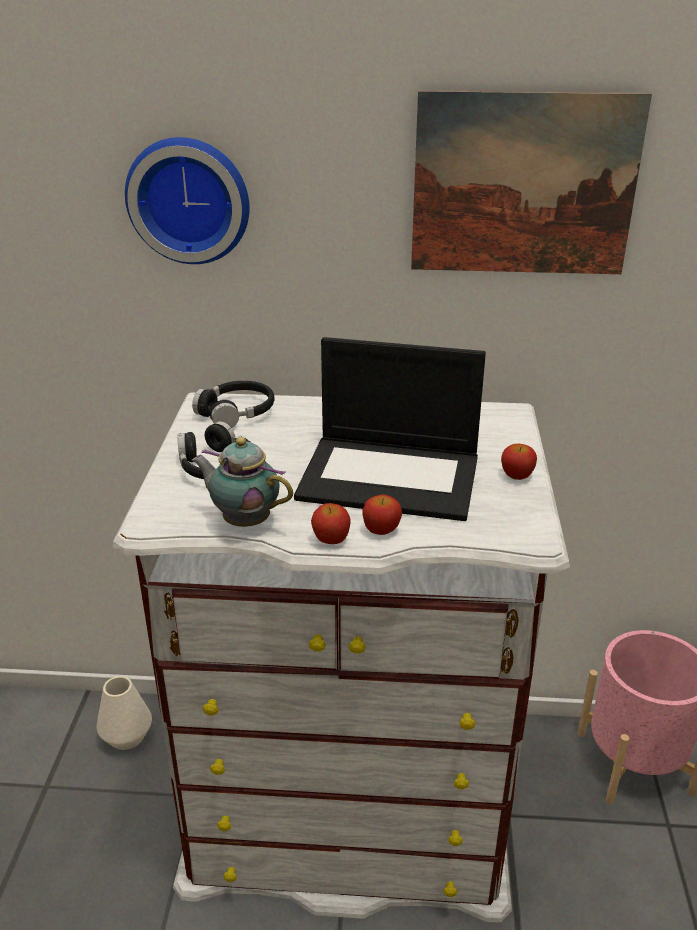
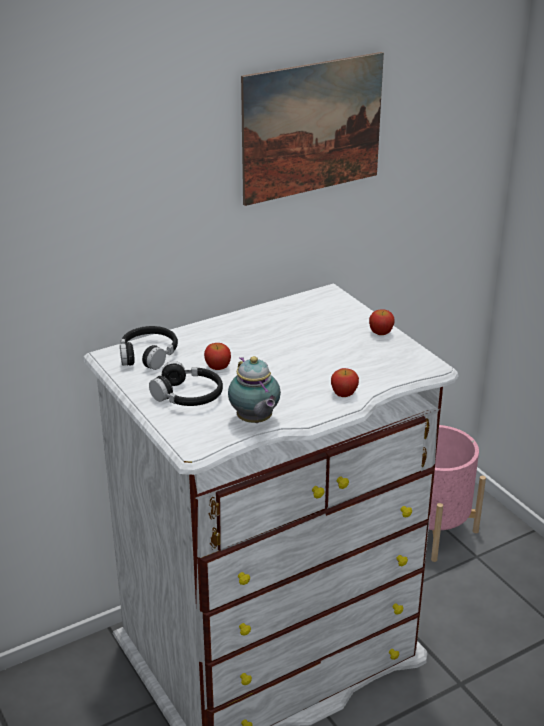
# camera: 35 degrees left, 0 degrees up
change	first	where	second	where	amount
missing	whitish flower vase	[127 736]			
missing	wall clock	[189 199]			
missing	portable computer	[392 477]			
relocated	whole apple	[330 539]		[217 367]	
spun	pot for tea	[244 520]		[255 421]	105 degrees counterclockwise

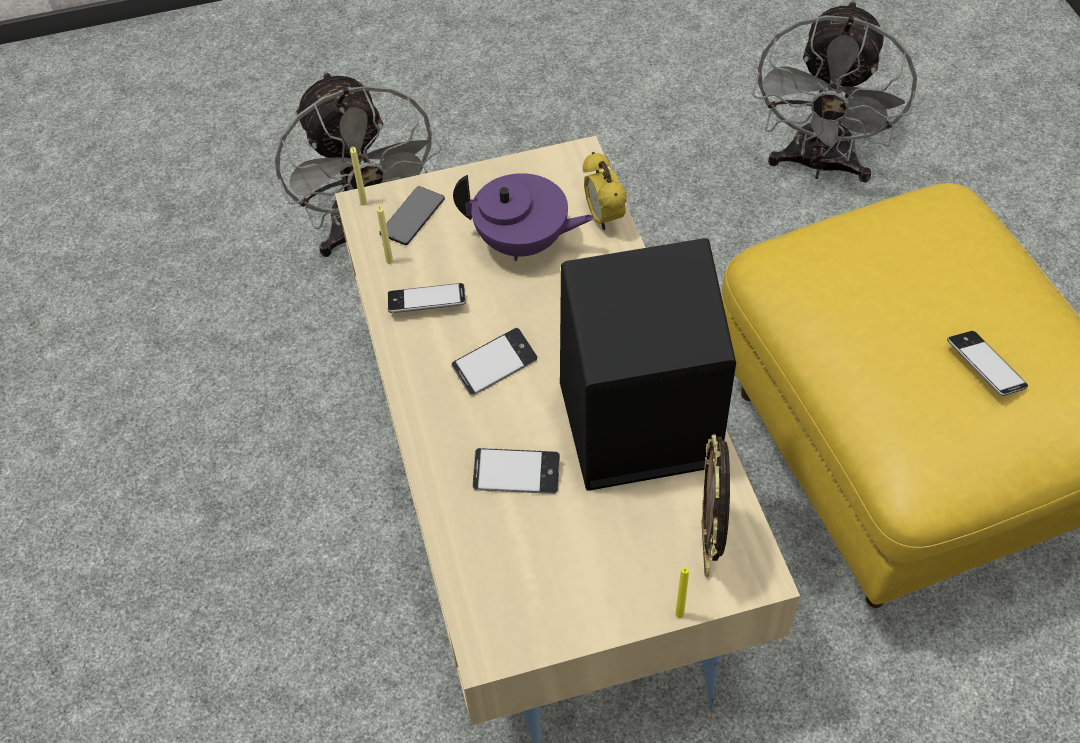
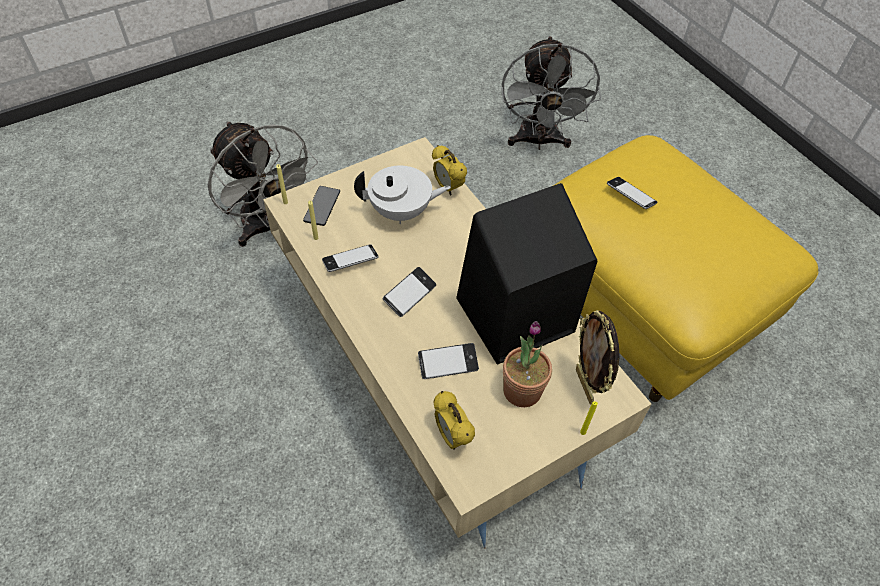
# camera: 20 degrees left, 0 degrees up
change	first	where	second	where	amount
appeared			alarm clock	[452 437]	
appeared			houseplant	[522 390]	
relocated	phone	[985 367]		[630 196]	
colour	purple pot for tea	[523 243]	whitish pot for tea	[401 212]	

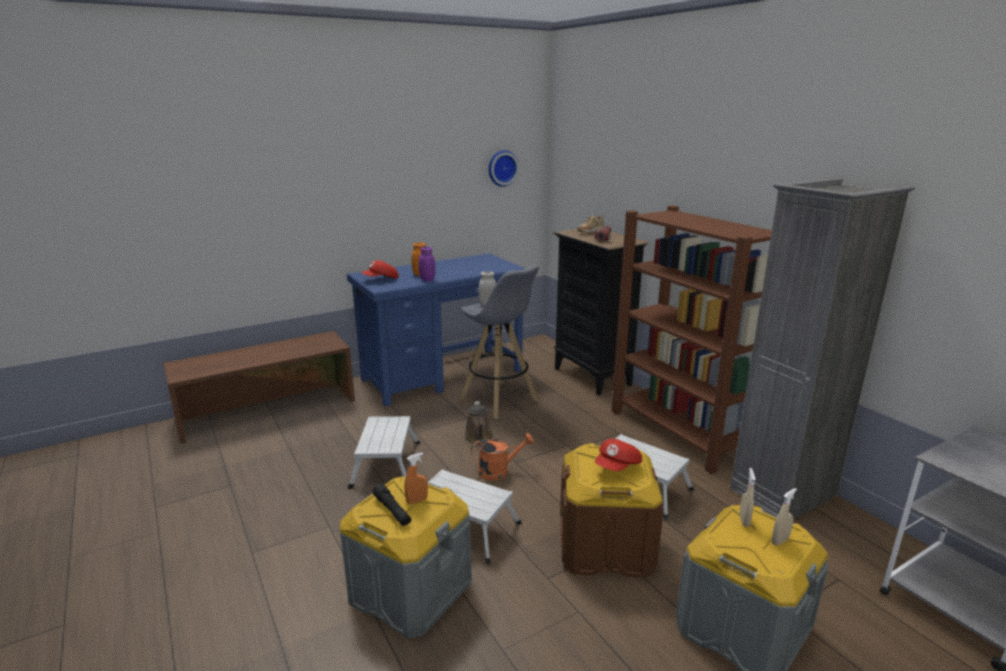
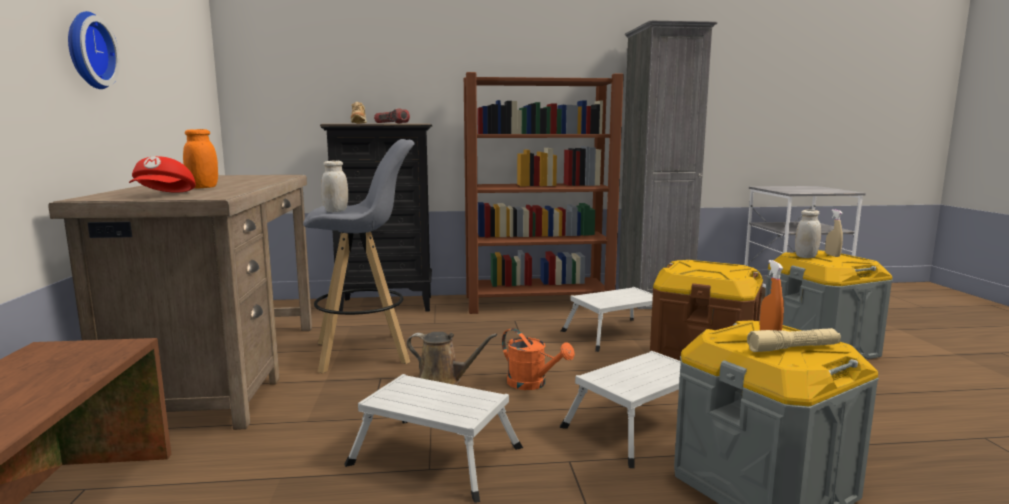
# camera: 65 degrees left, 10 degrees down
change	first	where	second	where	amount
missing	purple jar	[427 280]			
missing	red baseball cap	[617 467]			
relocated	wall clock	[502 168]		[87 50]	
exchanged	sand-coloured spray bottle	[744 520]	whitish jar	[806 257]	
colour	bluish desk unit	[442 374]	brown desk unit	[225 370]	
colour	blackish flashlight	[392 510]	sand-coloured flashlight	[793 348]	
spun	orange watering can	[499 471]		[532 384]	120 degrees clockwise

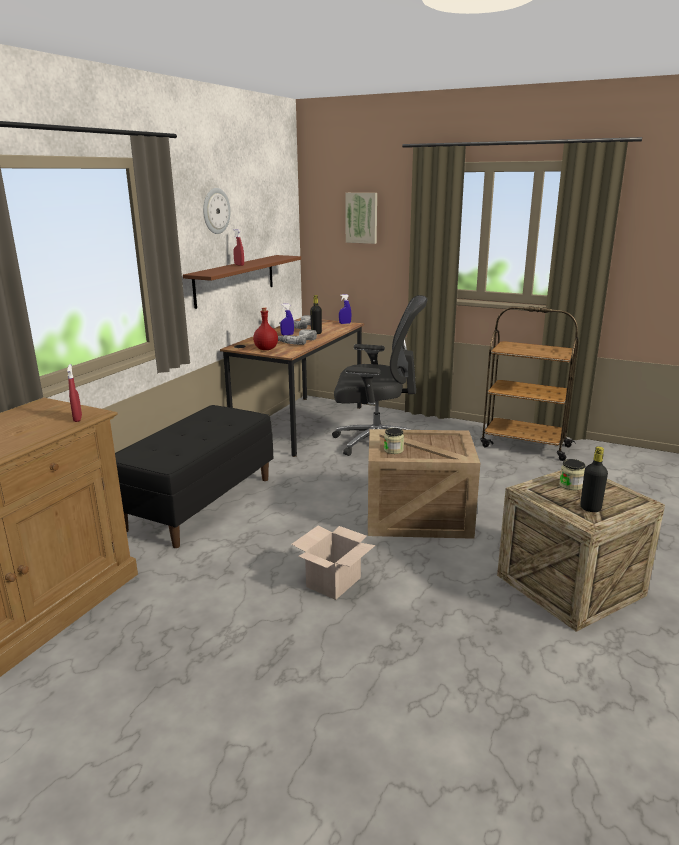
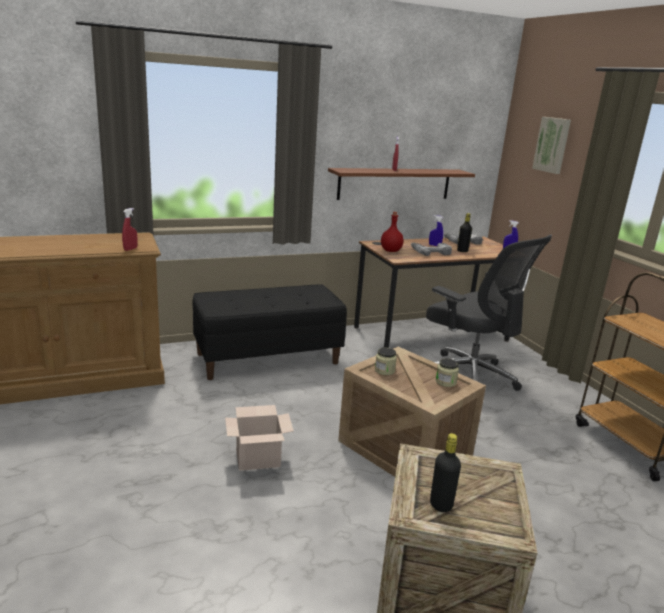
# camera: 40 degrees right, 0 degrees up
change	first	where	second	where	amount
missing	wall clock	[215 211]			
relocated	jar	[571 485]		[445 382]	

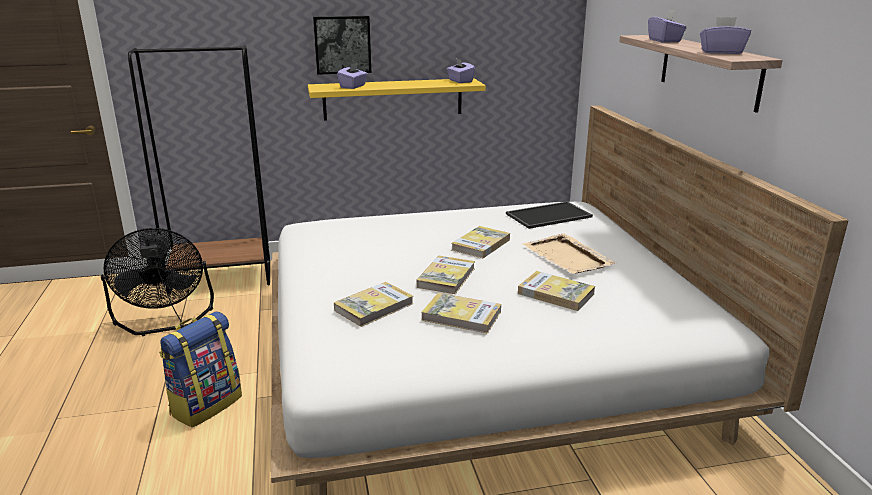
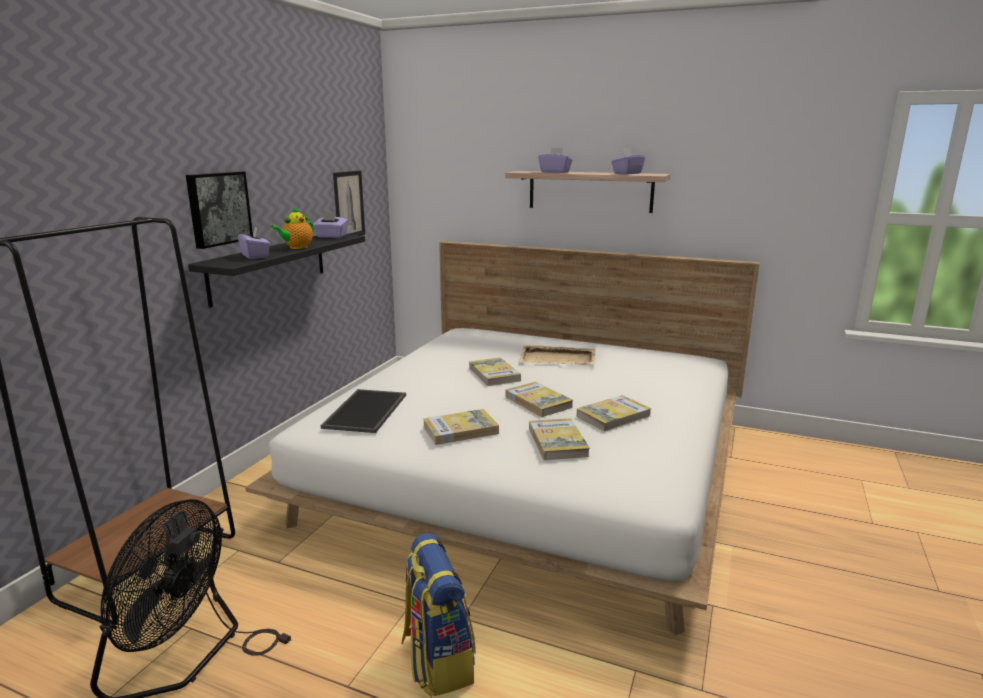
# camera: 55 degrees left, 5 degrees down
change	first	where	second	where	amount
appeared			pot for tea	[297 247]	
appeared			wall picture	[349 205]	
relocated	carrying tray	[548 216]		[367 411]	
relocated	volume	[555 294]		[460 430]	
colour	yellow bracket shelf	[393 99]	blackish bracket shelf	[269 267]	

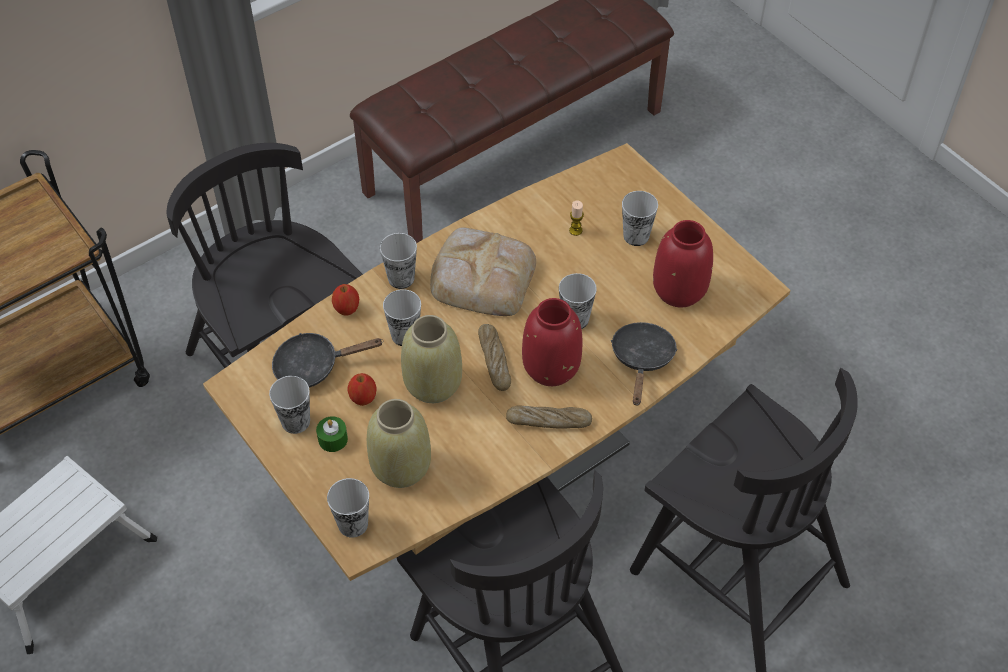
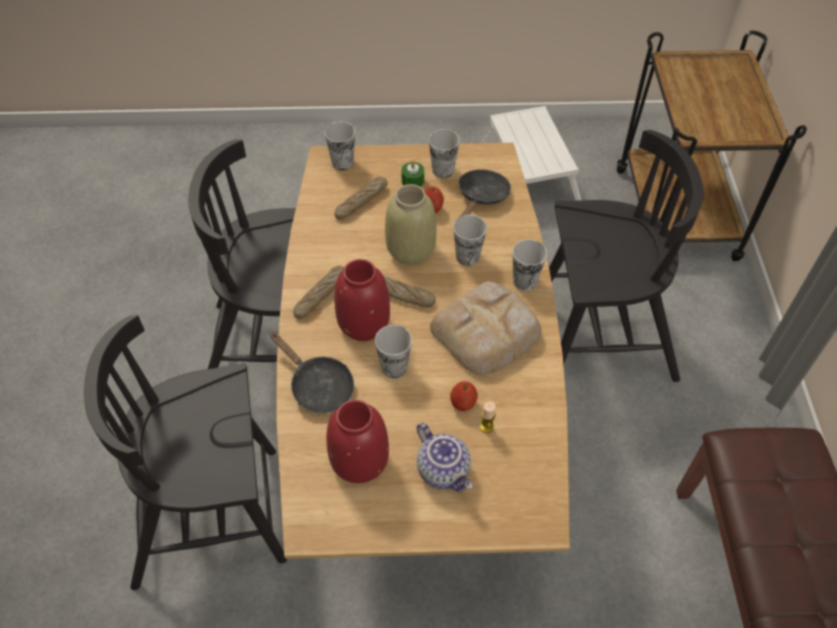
# camera: 125 degrees right, 0 degrees up
change	first	where	second	where	amount
relocated	whole apple	[347 309]		[463 404]	
exchanged	sand-coloured flower vase	[400 466]	bread	[361 202]	
exchanged	small cup	[636 236]	pot for tea	[444 470]	

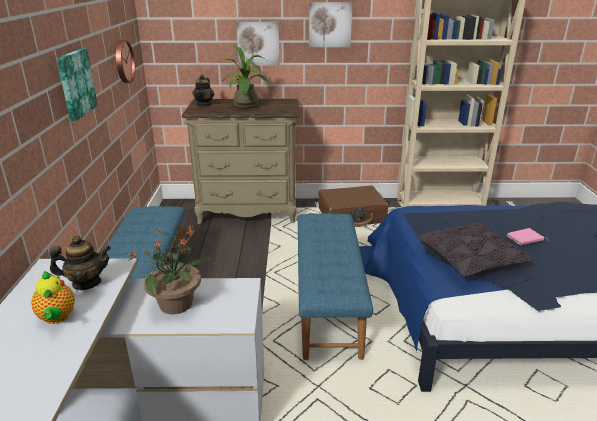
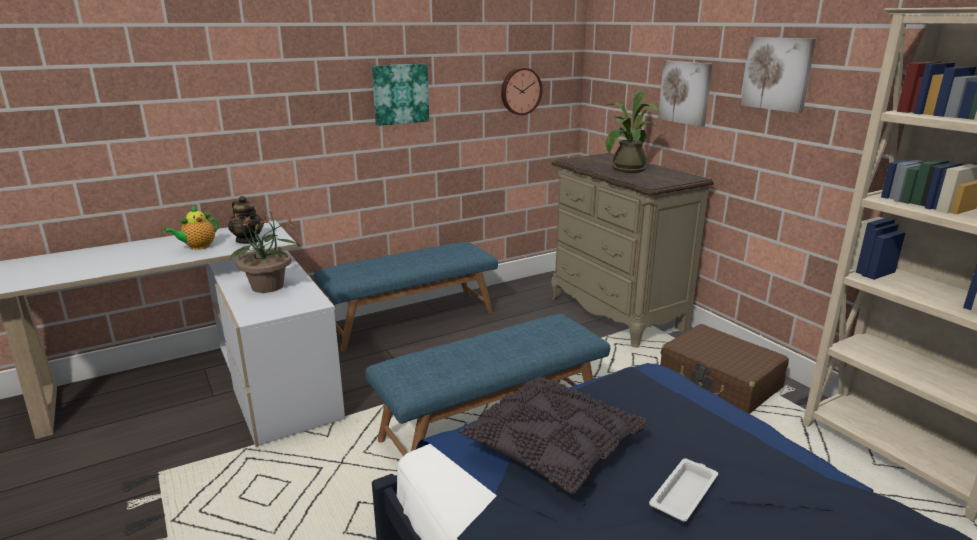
# camera: 60 degrees right, 5 degrees down
change	first	where	second	where	amount
missing	pot for tea	[204 104]			
exchanged	pink volume	[525 239]	whitish carrying tray	[684 493]	

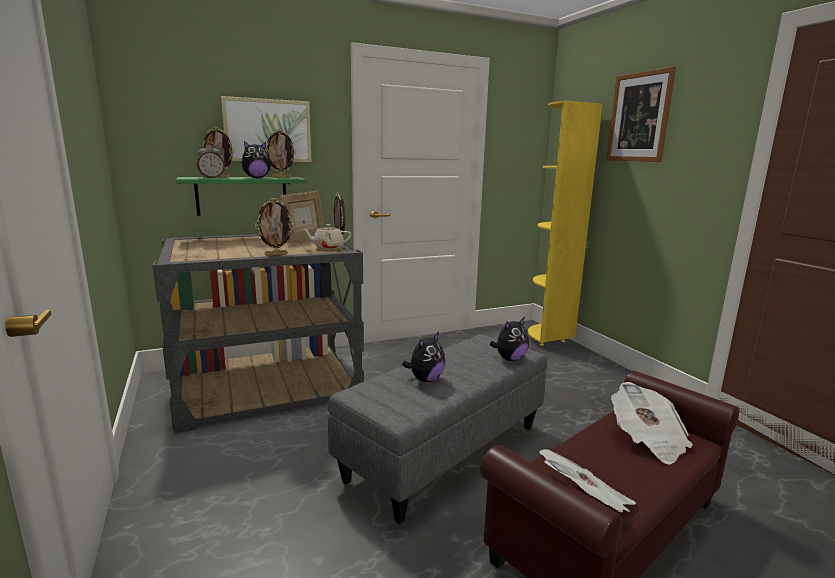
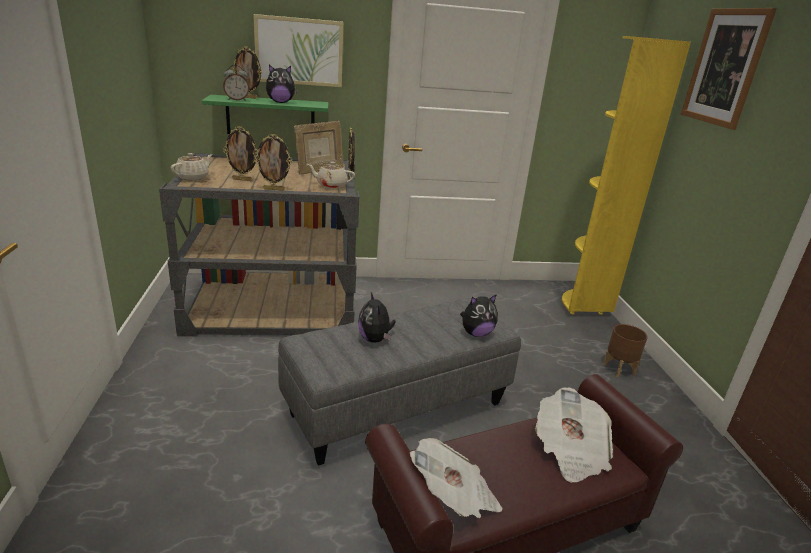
# camera: 15 degrees right, 10 degrees up
change	first	where	second	where	amount
appeared			sand-coloured pot for tea	[193 177]	
appeared			brown planter	[618 369]	
relocated	standing frame	[281 177]		[242 180]	
spun	plush toy	[425 379]		[375 339]	105 degrees clockwise

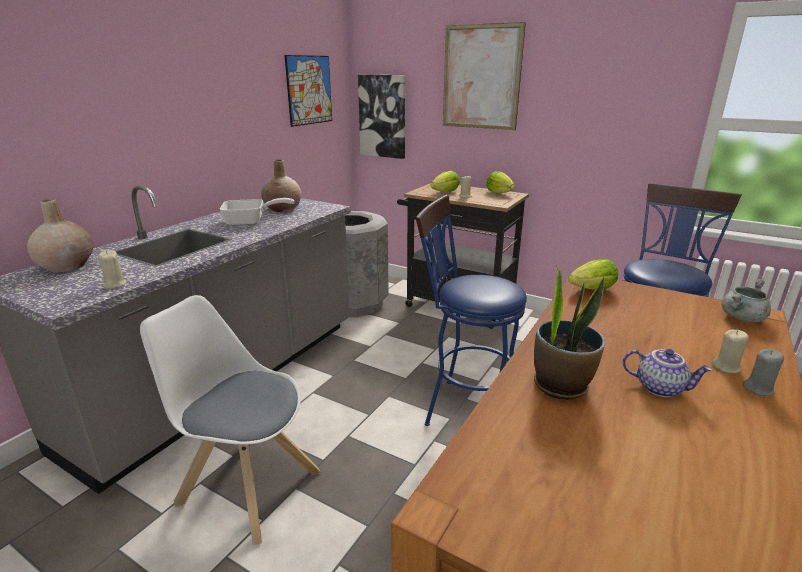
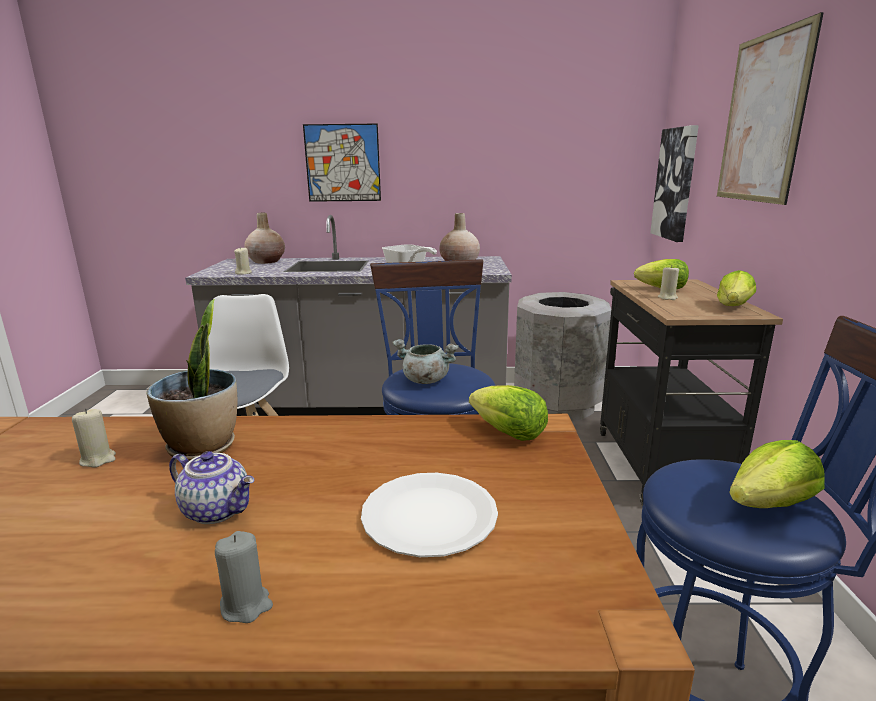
# camera: 60 degrees right, 5 degrees down
change	first	where	second	where	amount
appeared			whitish flat dish	[429 516]	
appeared			lettuce	[770 505]	
relocated	wall picture	[309 90]		[342 163]	
relocated	sand-coloured candle	[726 367]		[98 459]	
relocated	grey saucepot	[742 318]		[424 380]	
spun	pot for tea	[660 387]		[218 510]	60 degrees counterclockwise

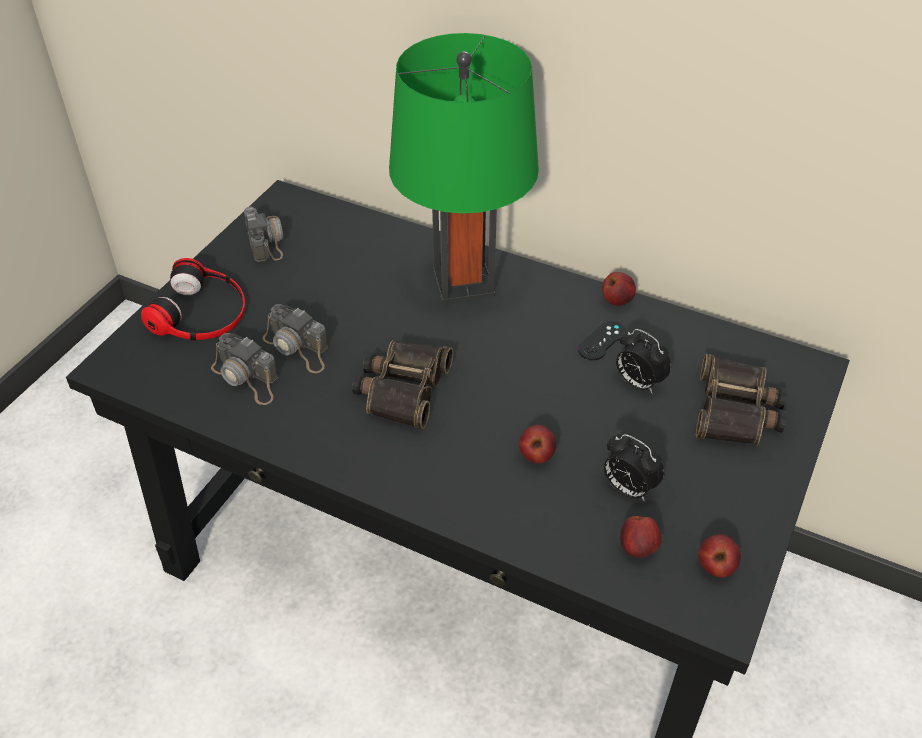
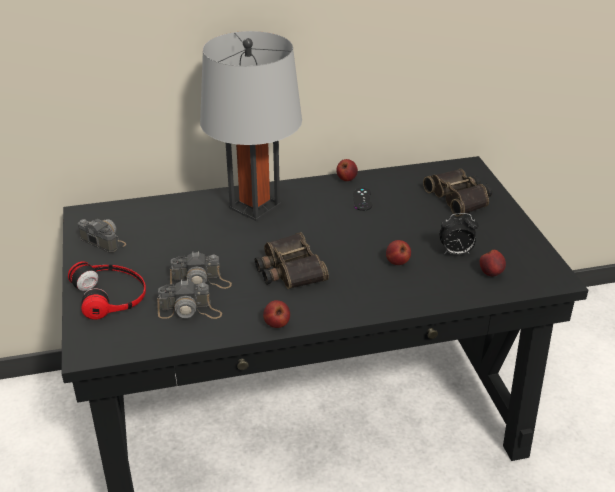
# camera: 40 degrees left, 10 degrees down
change	first	where	second	where	amount
missing	alarm clock	[638 383]			
relocated	whole apple	[715 567]		[277 324]	
colour	greenish tabletop lamp	[463 282]	grey tabletop lamp	[255 206]	

